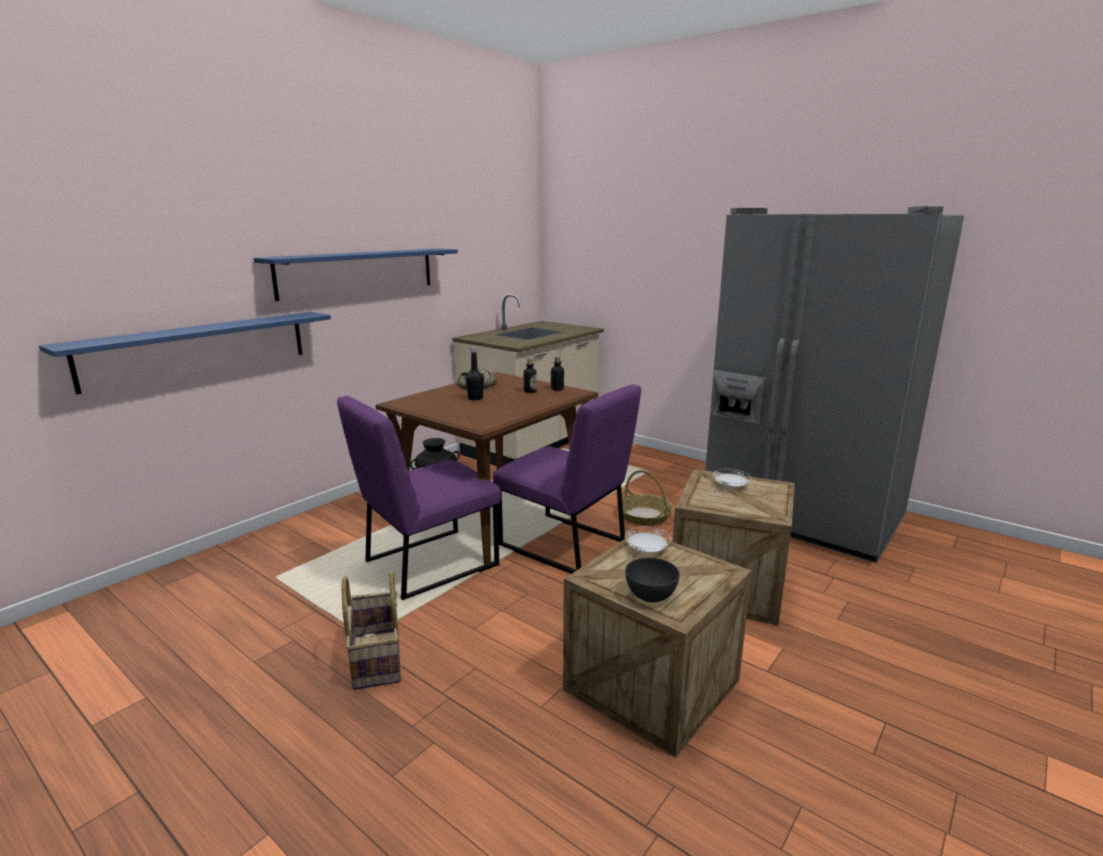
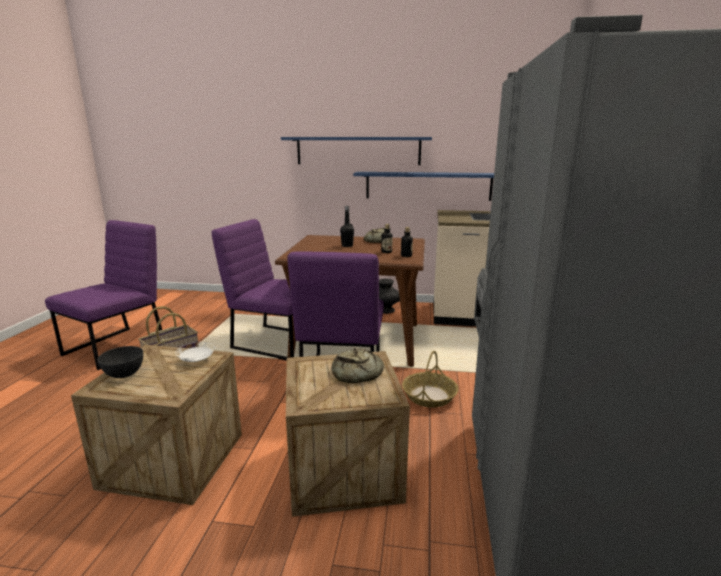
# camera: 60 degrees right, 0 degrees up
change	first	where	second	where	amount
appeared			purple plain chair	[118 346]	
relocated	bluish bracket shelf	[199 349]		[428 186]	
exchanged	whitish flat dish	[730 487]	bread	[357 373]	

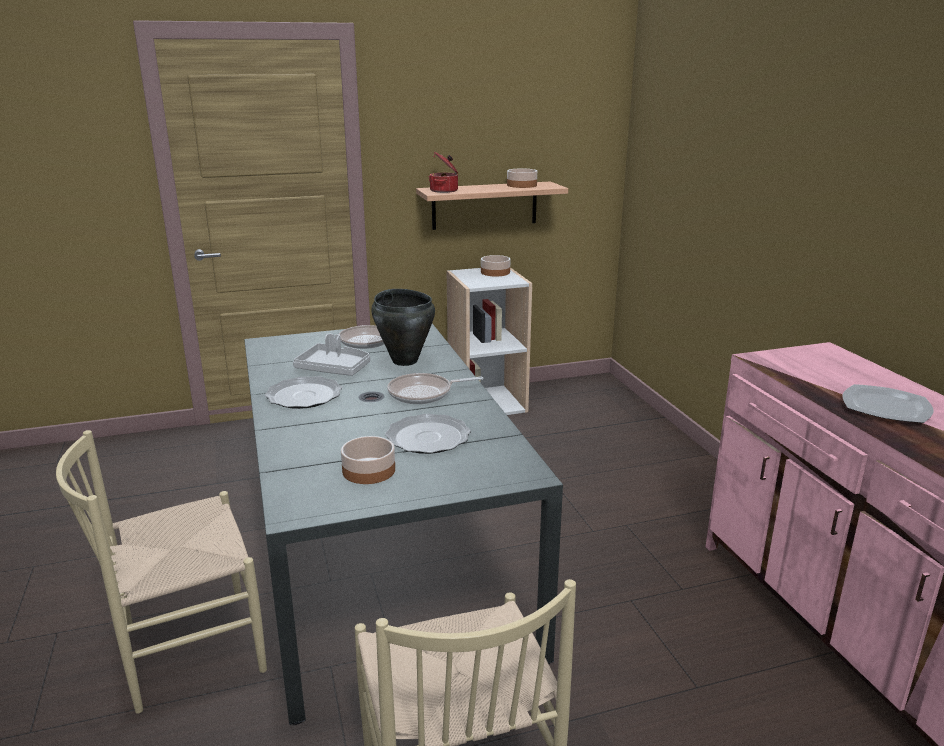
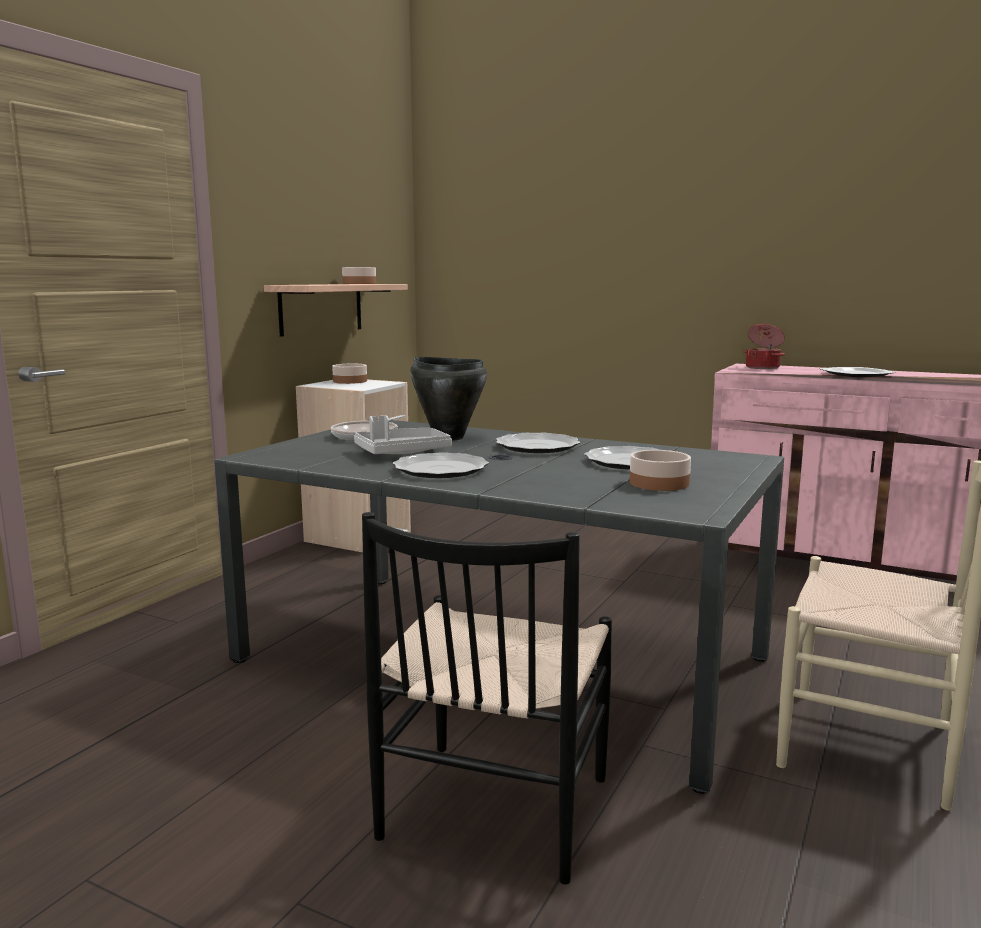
# camera: 45 degrees left, 10 degrees down
change	first	where	second	where	amount
relocated	saucepot	[445 190]		[763 367]	
exchanged	frying pan	[424 393]	flat dish	[538 446]	
colour	sand-coloured plain chair	[185 649]	blackish plain chair	[491 815]	

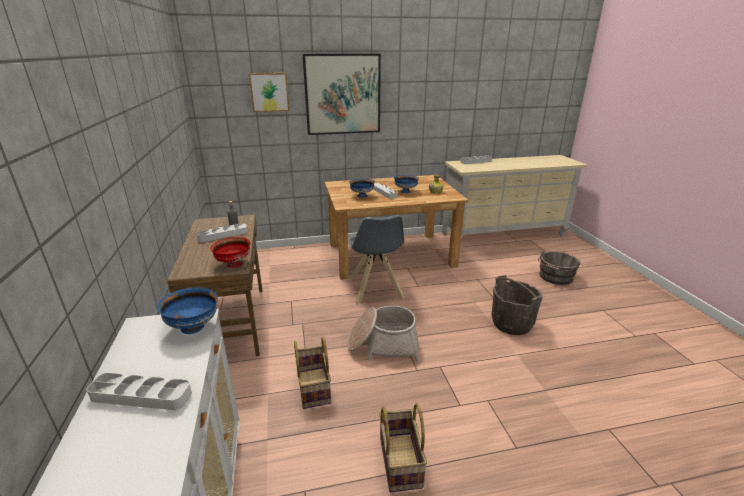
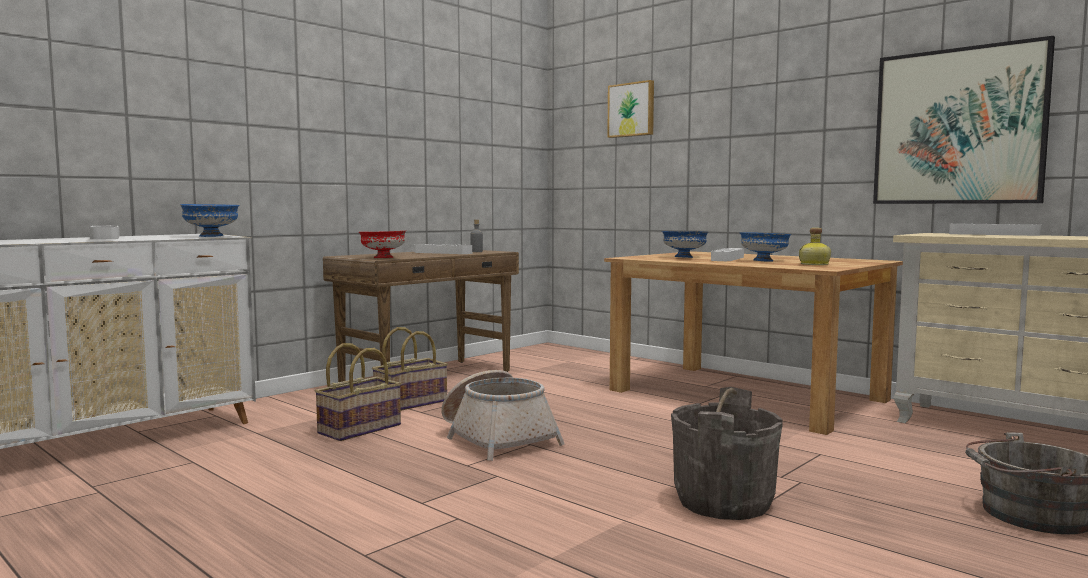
# camera: 55 degrees right, 20 degrees down
change	first	where	second	where	amount
missing	grey plain chair	[376 289]			
relocated	wall picture	[342 94]		[958 127]	
relocated	basket	[399 461]		[410 403]	

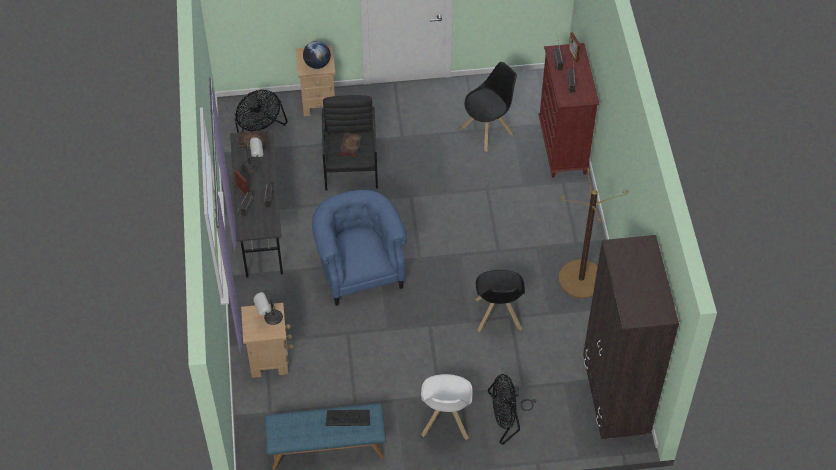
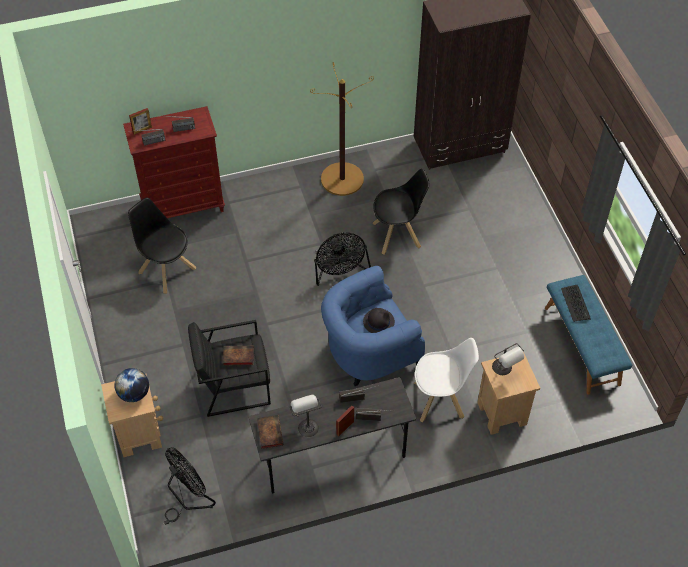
# camera: 100 degrees left, 0 degrees up
change	first	where	second	where	amount
appeared			blackish wearable hat	[378 321]	
relocated	whitish plain chair	[445 421]		[440 400]	
relocated	blackish electric fan	[508 416]		[337 270]	

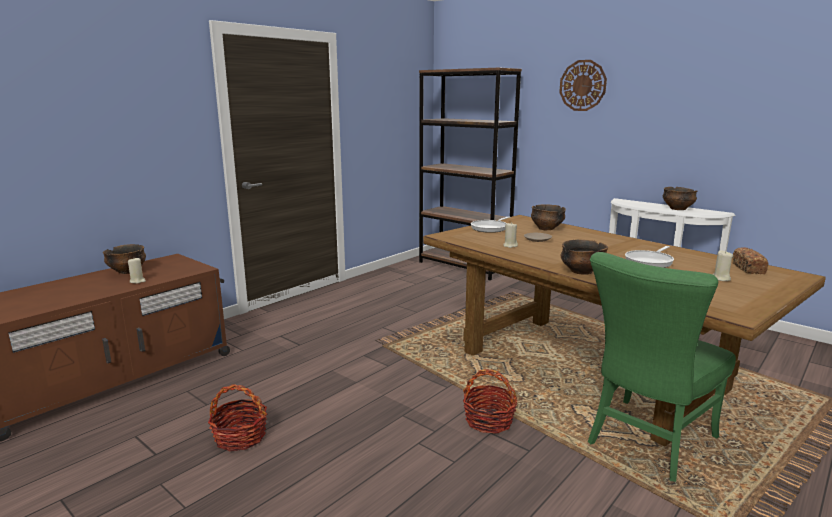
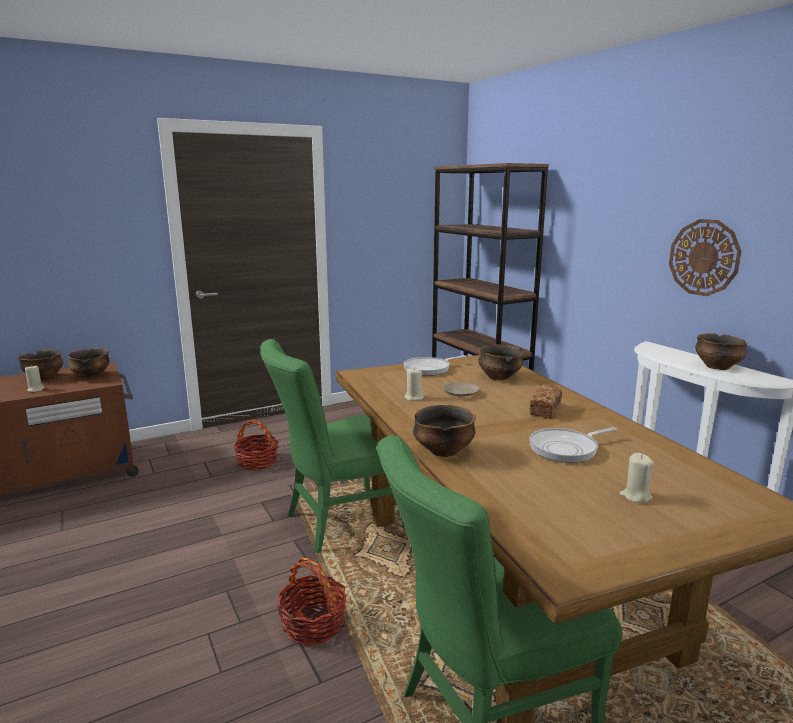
# camera: 20 degrees right, 0 degrees up
change	first	where	second	where	amount
appeared			serving bowl	[91 376]	
appeared			greenish plain chair	[338 522]	
relocated	basket	[240 437]		[257 462]	
relocated	wall clock	[582 85]		[704 257]	
relocated	bread	[748 269]		[545 410]	

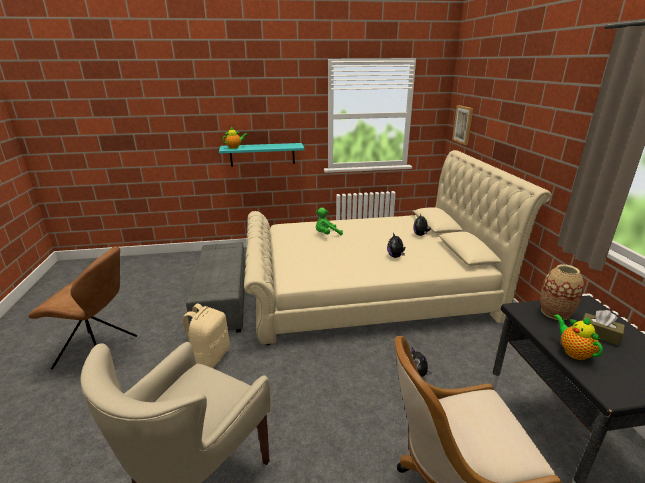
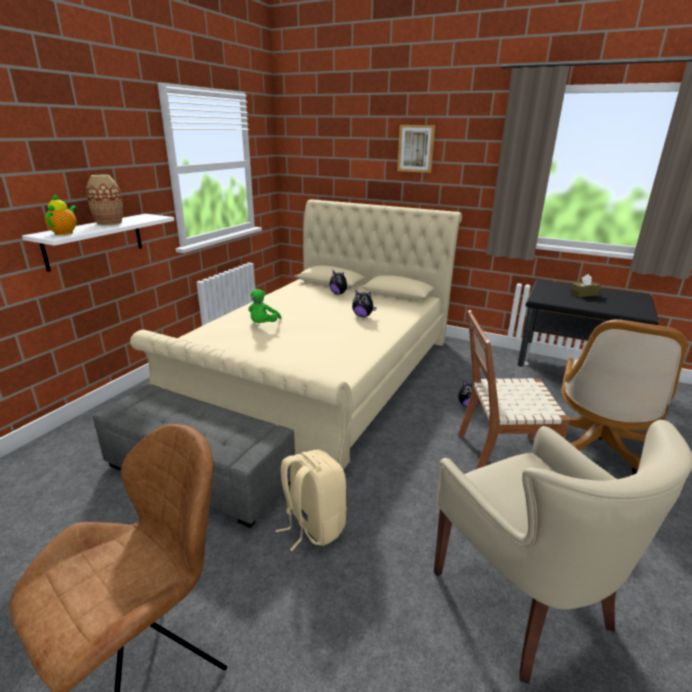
# camera: 55 degrees left, 0 degrees up
change	first	where	second	where	amount
missing	pot for tea	[573 352]			
appeared			plain chair	[498 458]	
relocated	wall picture	[463 124]		[416 148]	
relocated	flower vase	[555 312]		[109 223]	
colour	turquoise-coloured bracket shelf	[262 154]	whitish bracket shelf	[94 241]	

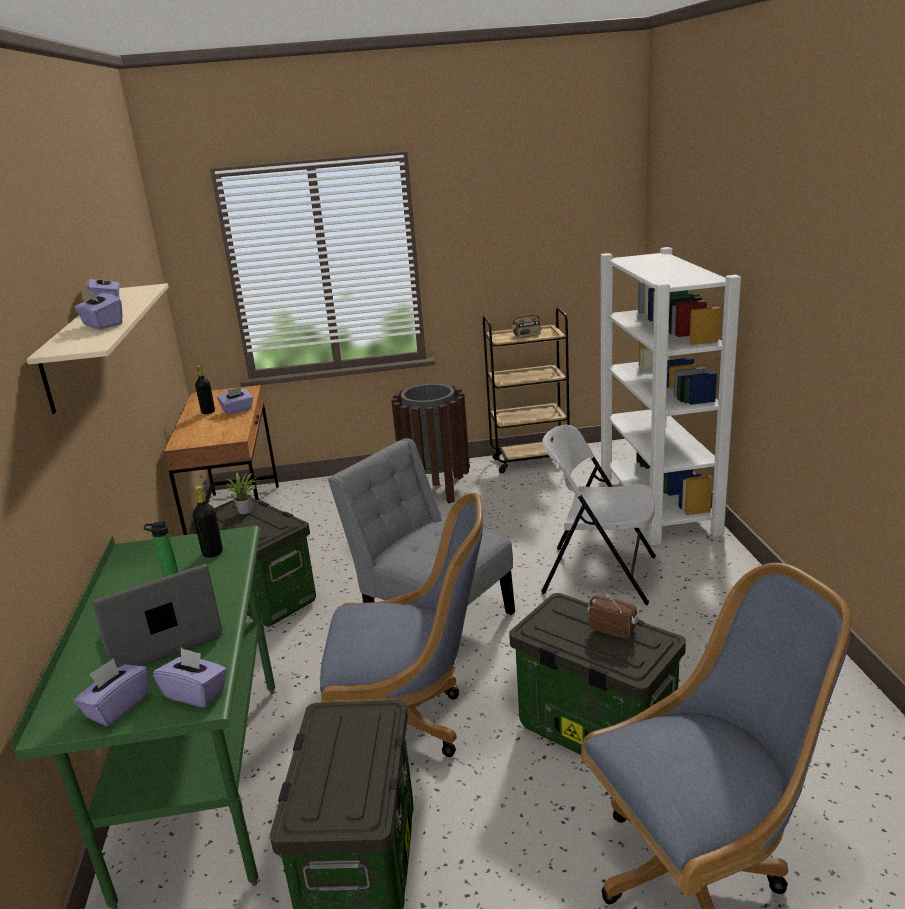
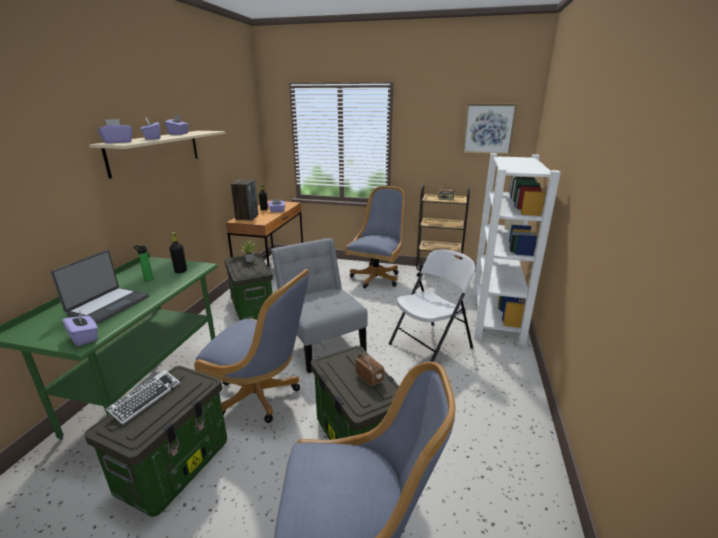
# camera: 20 degrees right, 0 degrees up
change	first	where	second	where	amount
appeared			computer keyboard	[145 399]	
appeared			audio speaker	[247 217]	
appeared			wall picture	[488 129]	
relocated	purple tissue box	[117 707]		[117 142]	
exchanged	brown trash can	[436 489]	bluish computer chair	[377 276]	
spun	portable computer	[162 638]		[108 305]	120 degrees clockwise
spun	whitish plain chair	[600 574]		[430 346]	105 degrees clockwise

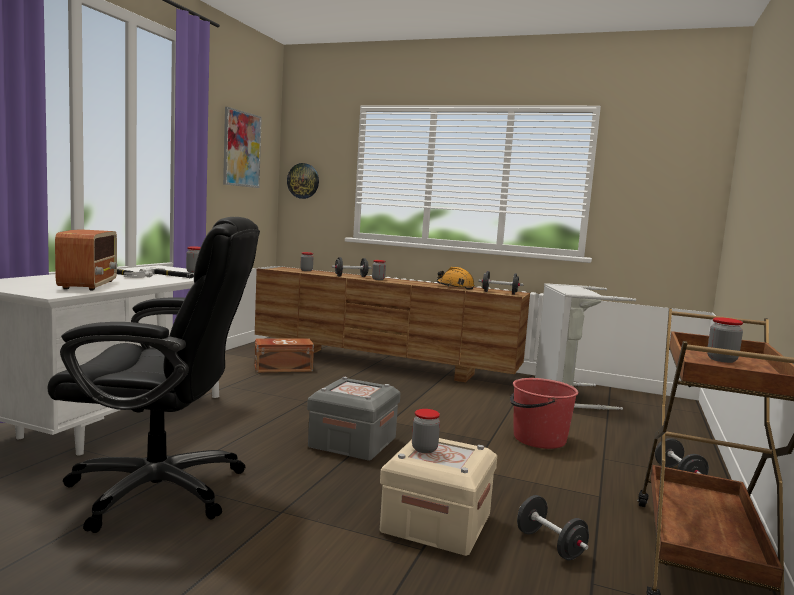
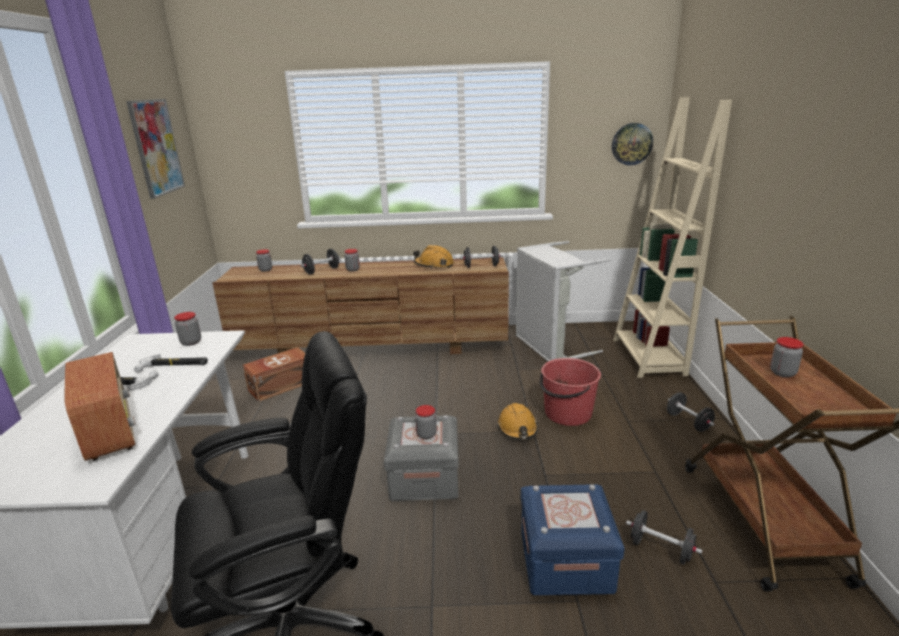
# camera: 20 degrees left, 15 degrees up
change	first	where	second	where	amount
appeared			orange safety helmet	[517 429]	
appeared			sand-coloured bookshelf	[648 357]	
relocated	wall clock	[303 181]		[631 144]	
relocated	jar	[424 449]		[426 434]	
colour	sand-coloured storage container	[436 523]	bluish storage container	[565 561]	

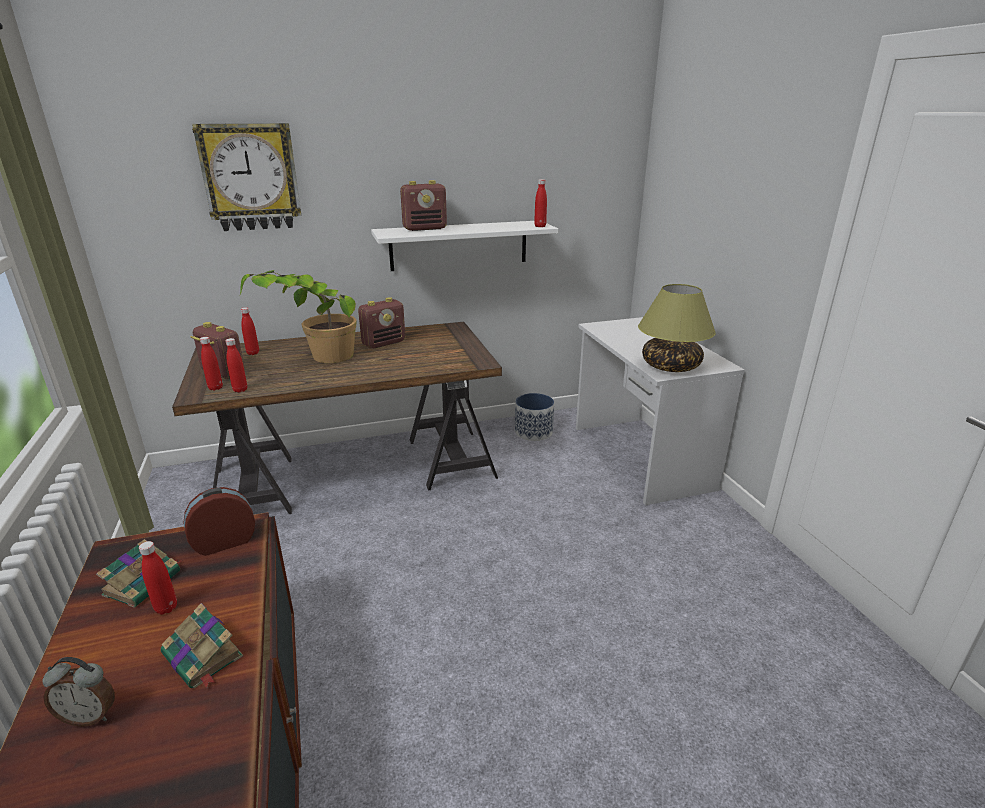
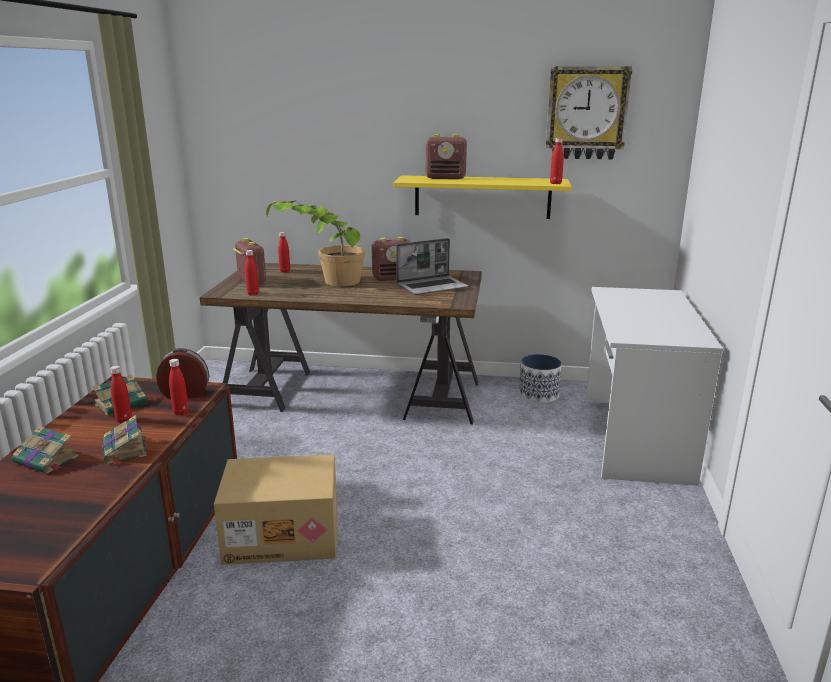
# camera: 25 degrees right, 5 degrees down
change	first	where	second	where	amount
missing	tabletop lamp	[670 366]			
appeared			carton	[283 535]	
appeared			portable computer	[432 287]	
relocated	wall clock	[251 177]		[586 113]	
relocated	red beverage bottle	[215 388]		[181 412]	
exchanged	alarm clock	[90 715]	volume	[47 460]	
colour	whitish bracket shelf	[459 245]	yellow bracket shelf	[482 197]	

